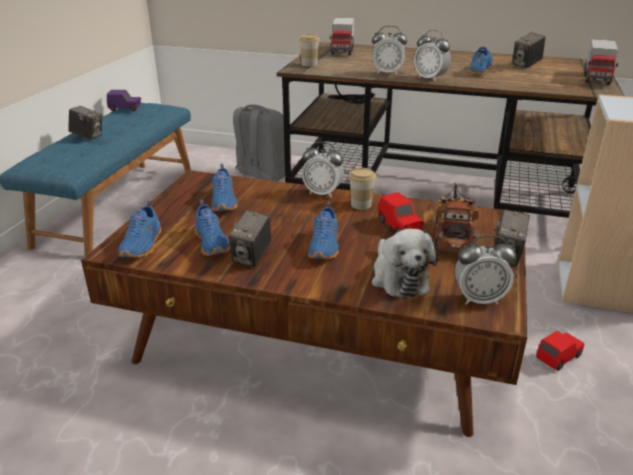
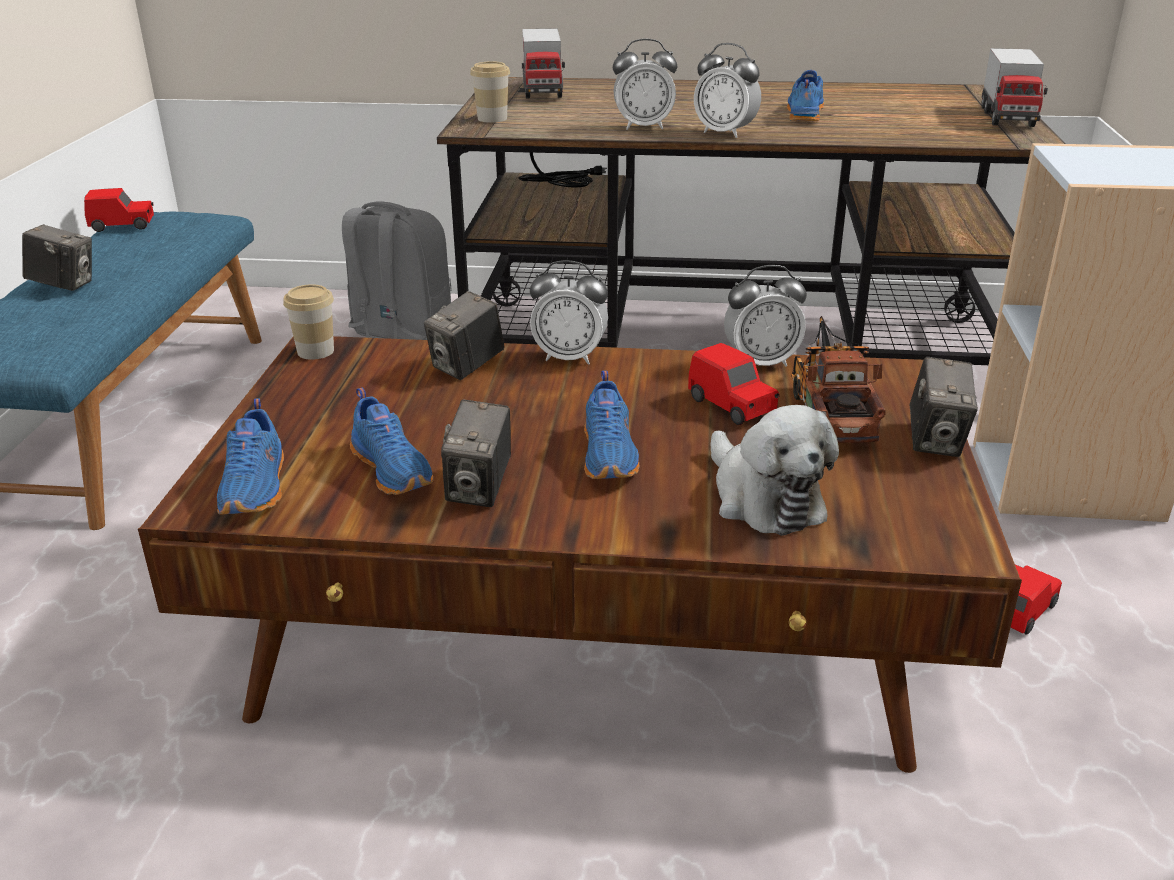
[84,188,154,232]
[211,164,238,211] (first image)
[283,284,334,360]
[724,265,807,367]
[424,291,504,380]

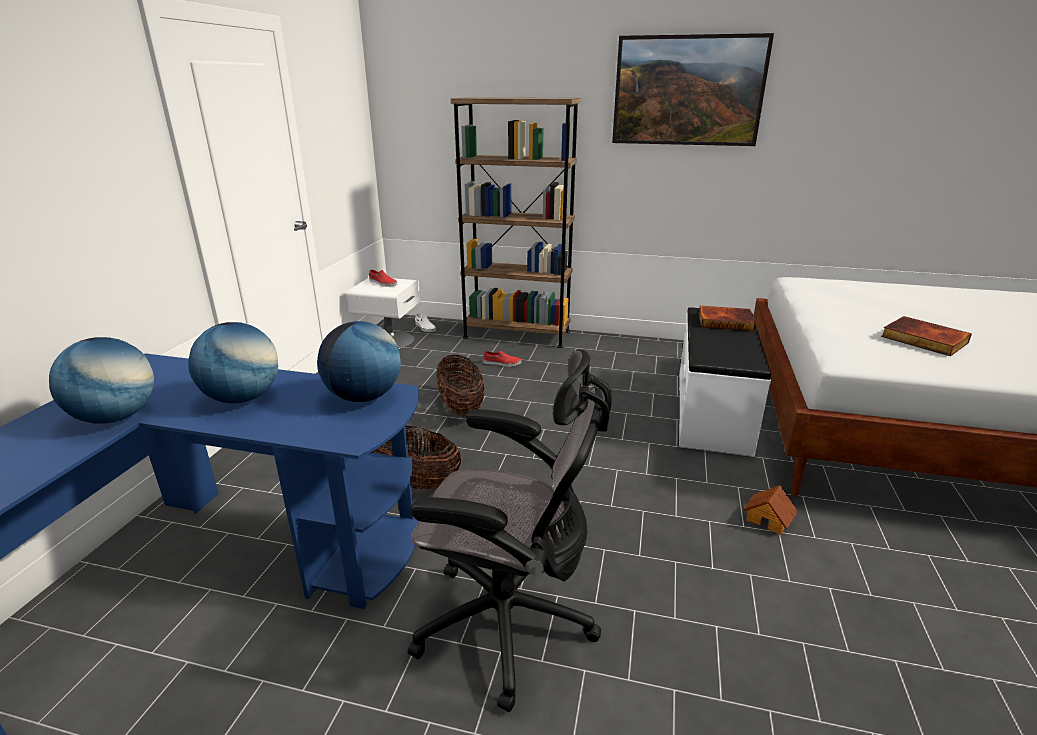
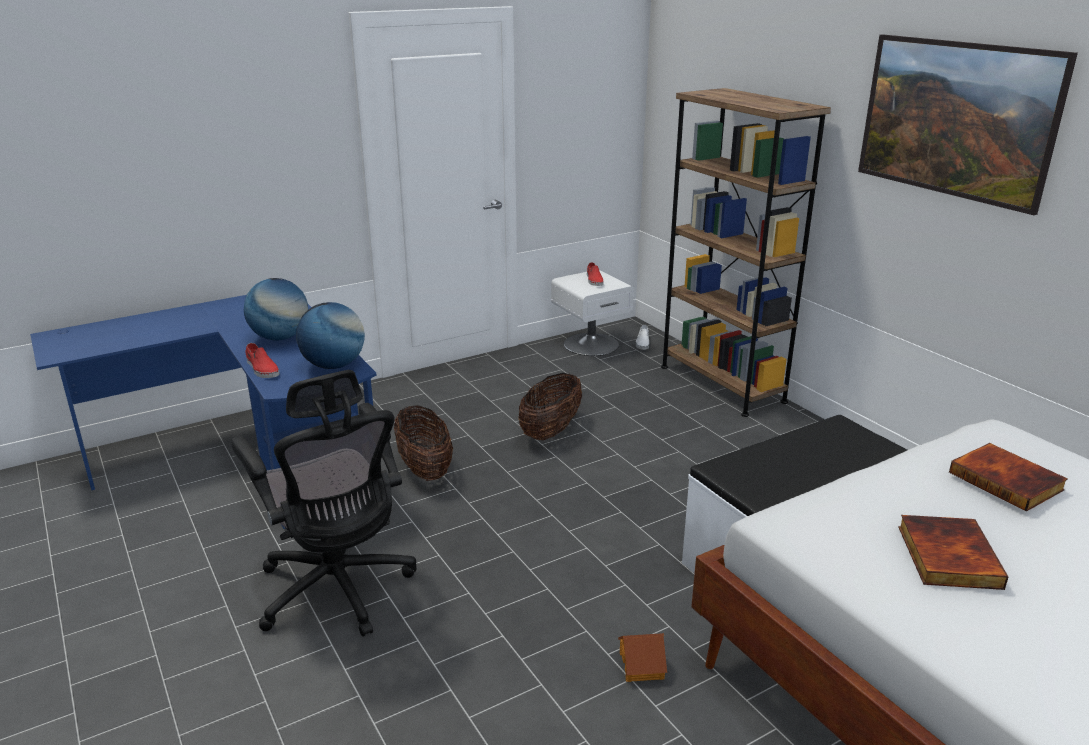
[49,337,154,423] (first image)
[245,343,280,378]
[949,443,1068,512]

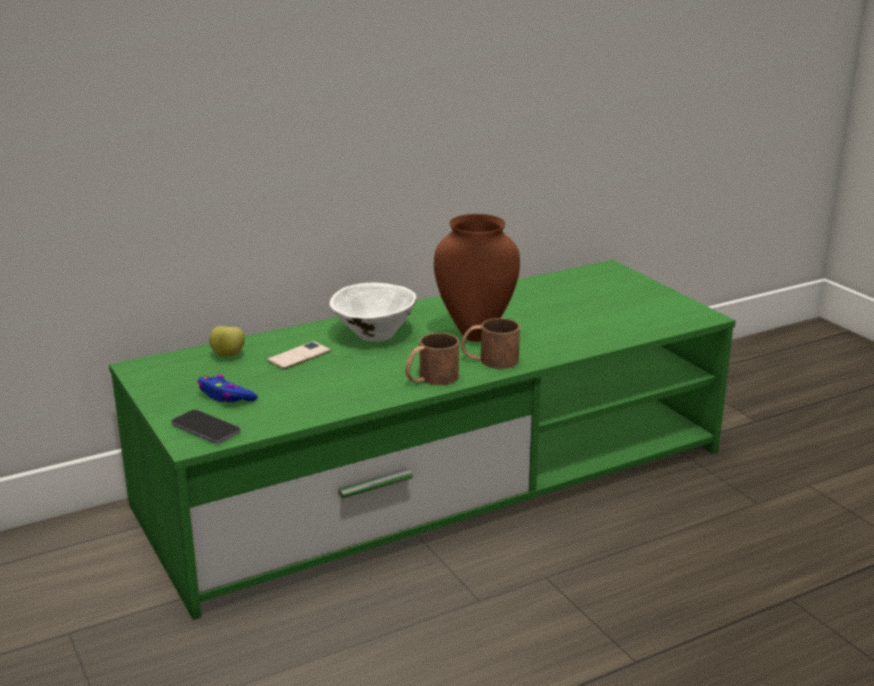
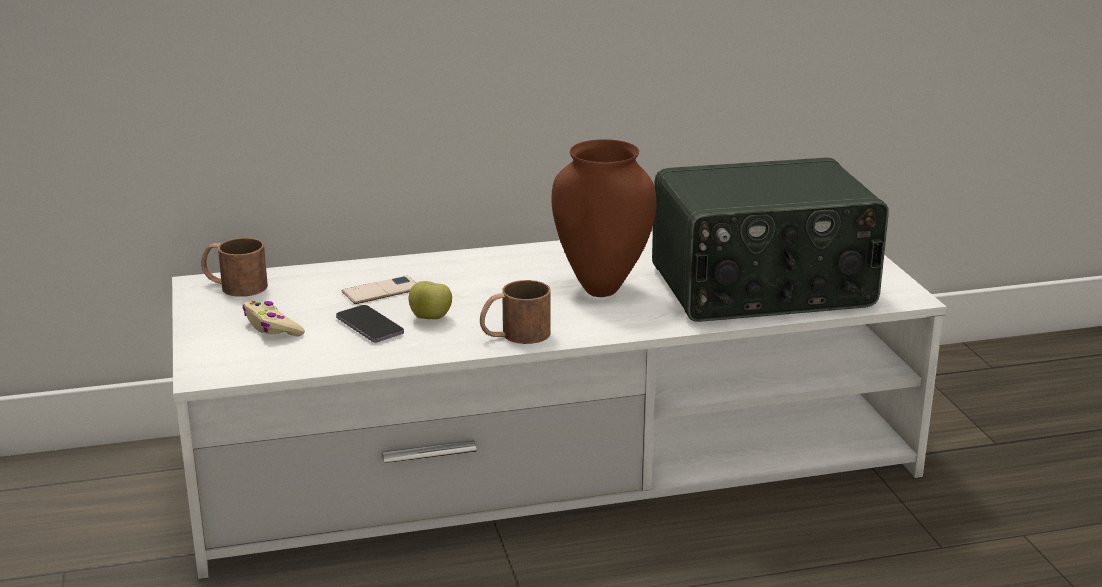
[172,232,947,579]
[336,305,404,342]
[243,301,305,337]
[409,281,452,319]
[329,282,417,342] (first image)
[201,238,268,297]
[652,158,889,322]

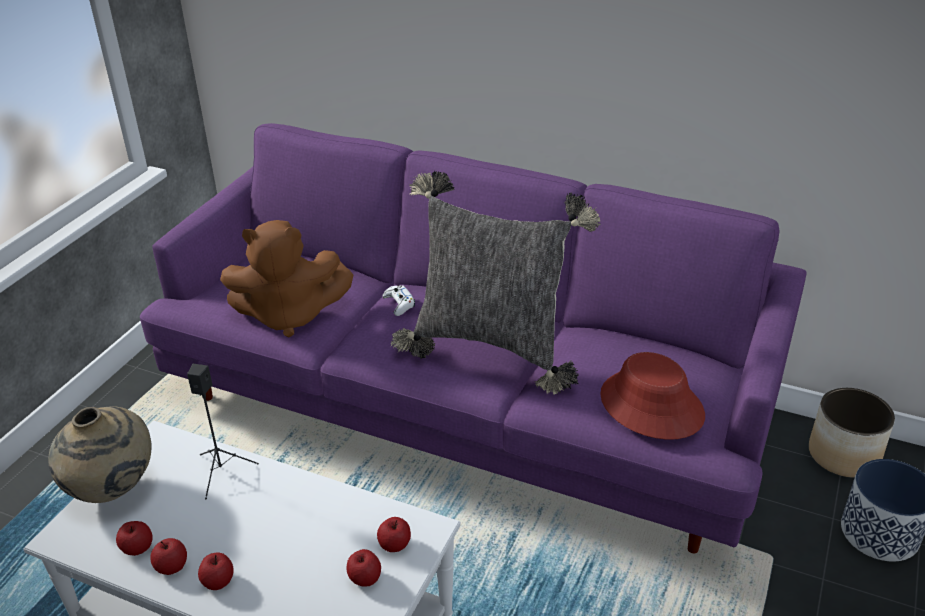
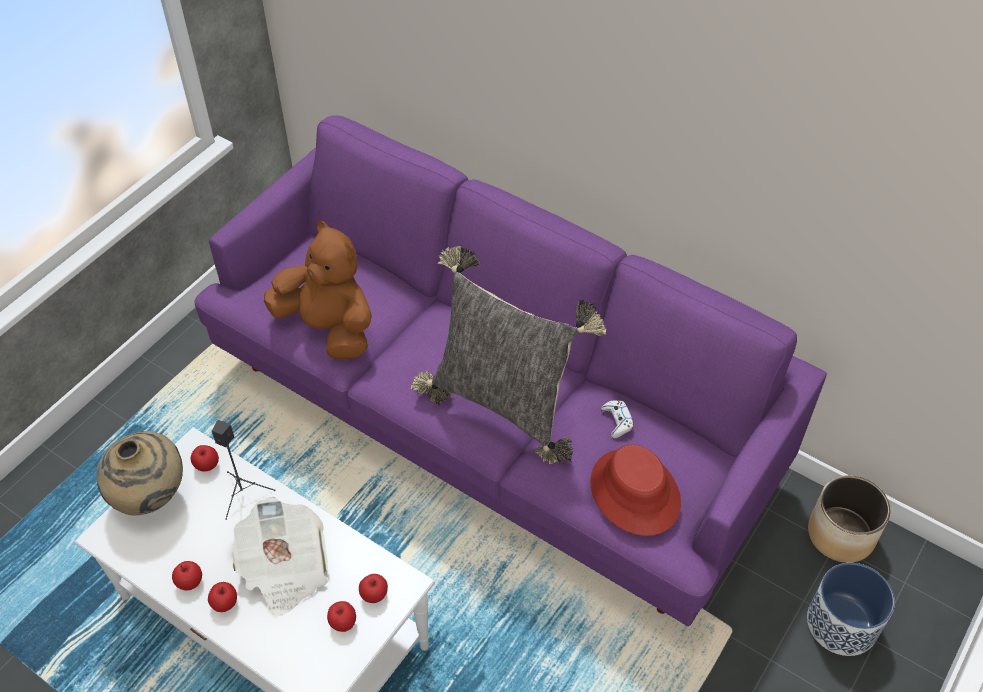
[191,445,219,472]
[264,221,372,360]
[601,401,634,438]
[232,497,328,616]

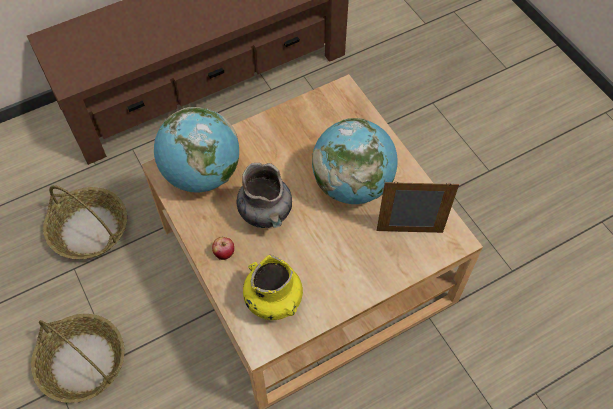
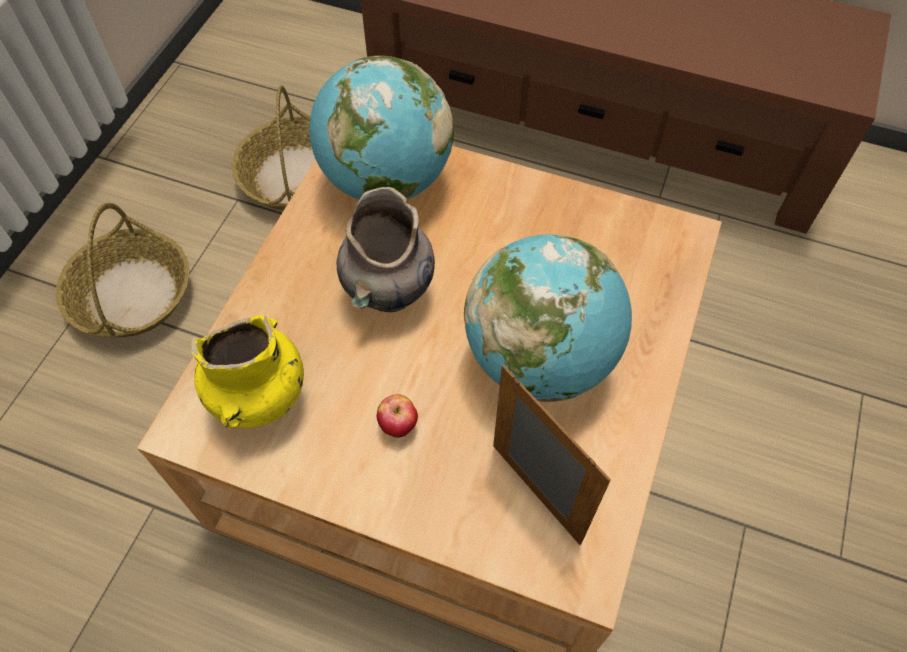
[377,394,418,438]

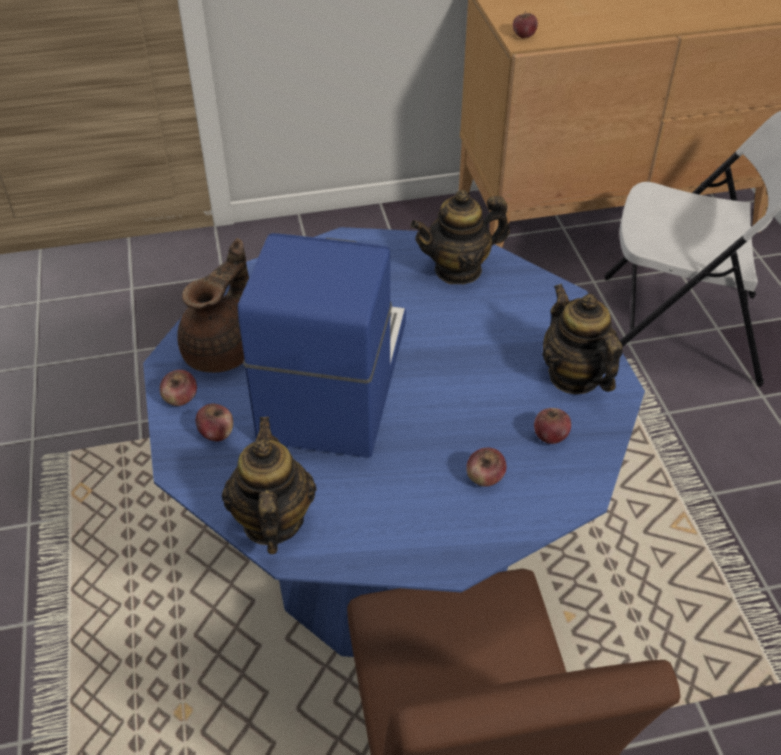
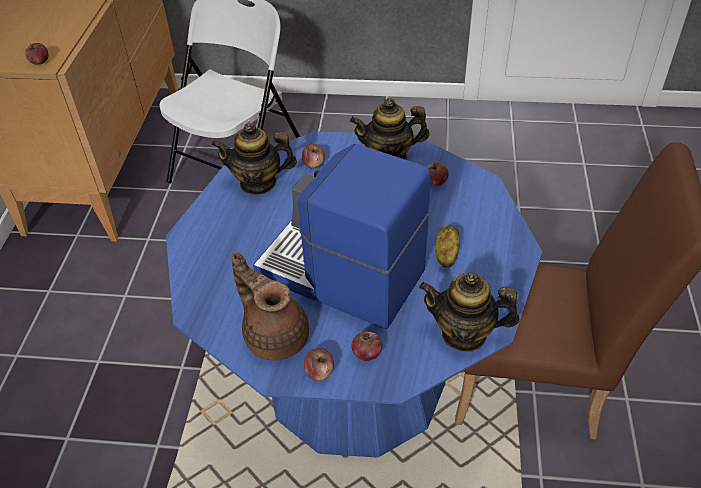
[211,123,297,195]
[302,144,325,168]
[435,226,460,268]

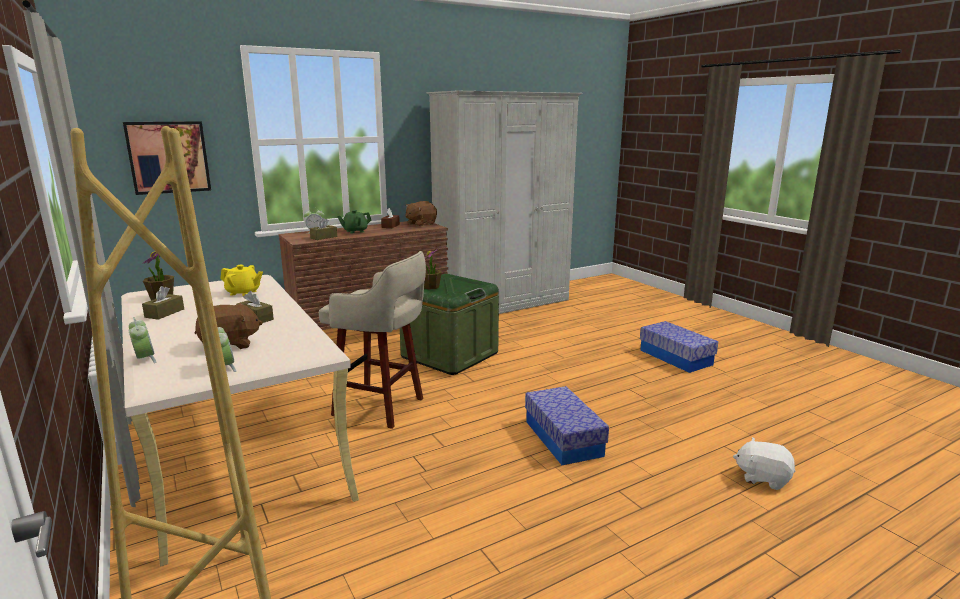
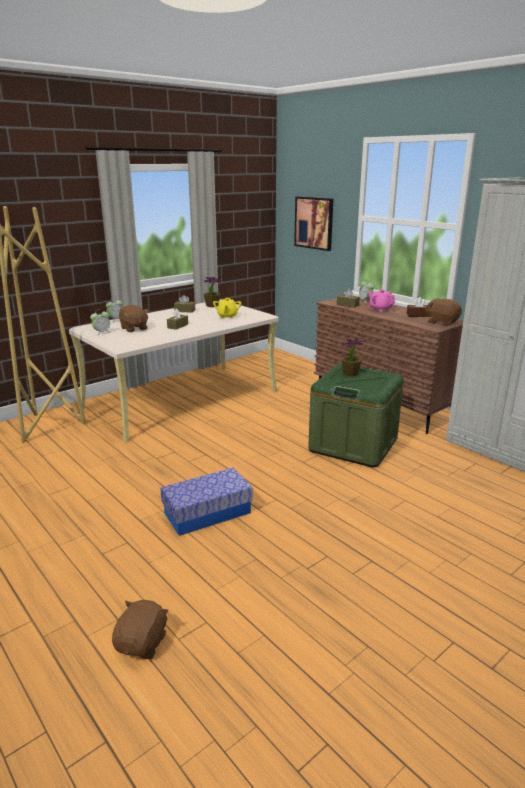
[319,251,426,429] (first image)
[368,289,395,312]
[640,321,718,373] (first image)
[112,600,168,659]

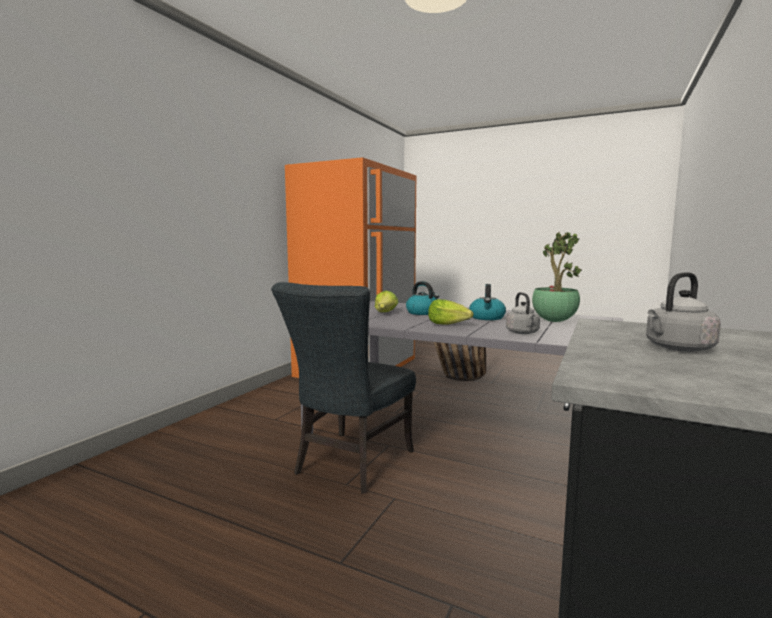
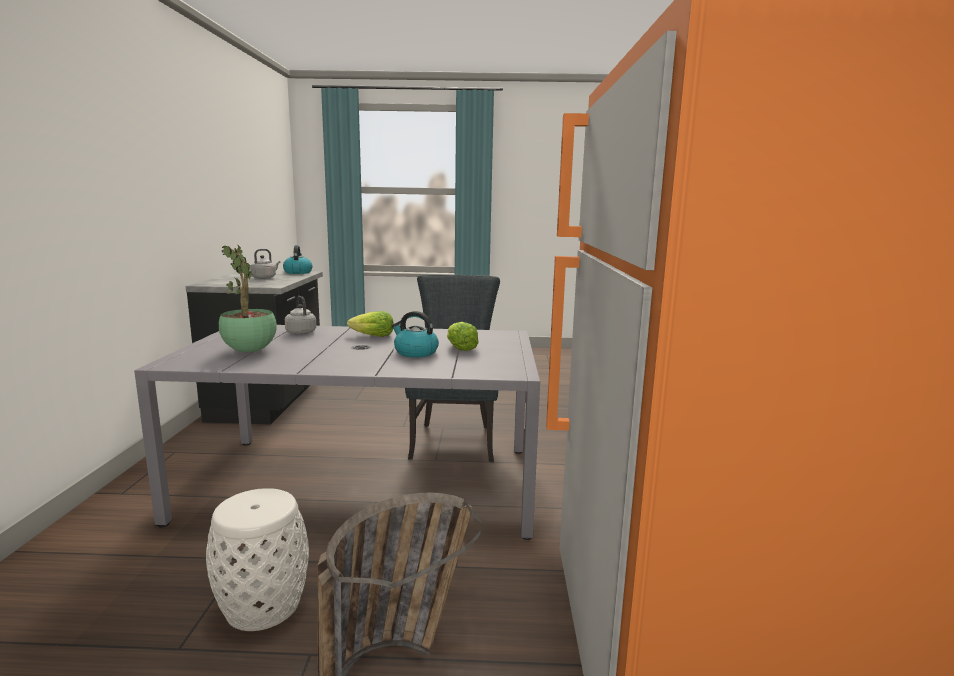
[283,245,313,274]
[206,488,309,631]

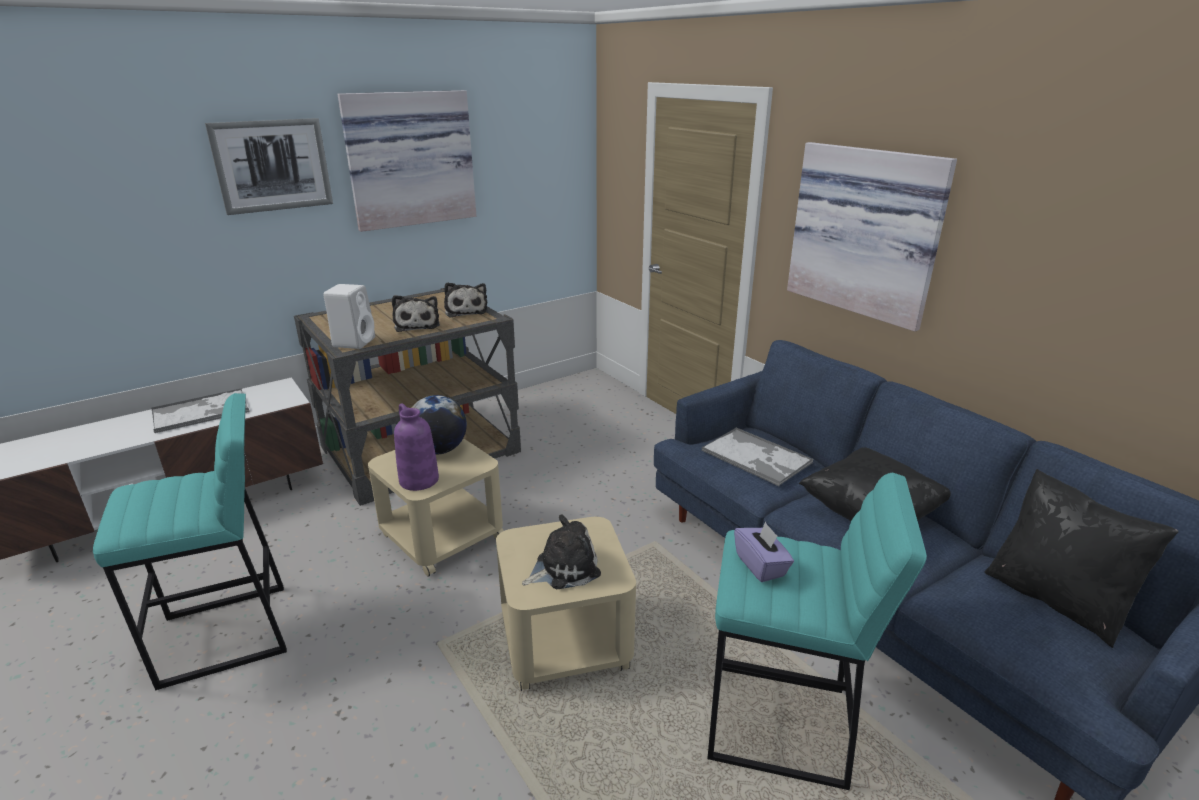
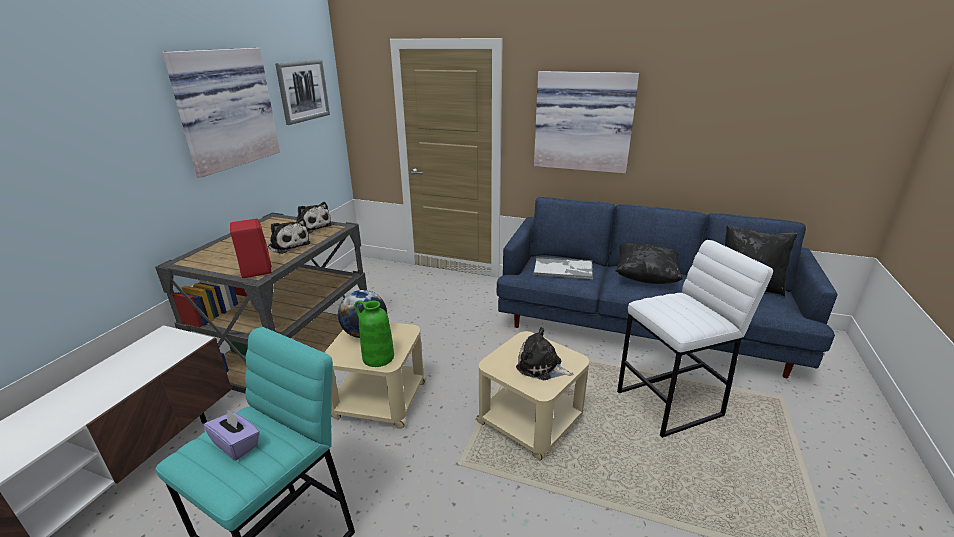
[151,388,249,433] (first image)
[275,60,330,125]
[230,219,272,278]
[355,300,394,367]
[516,327,574,380]
[617,240,773,438]
[203,409,260,460]

